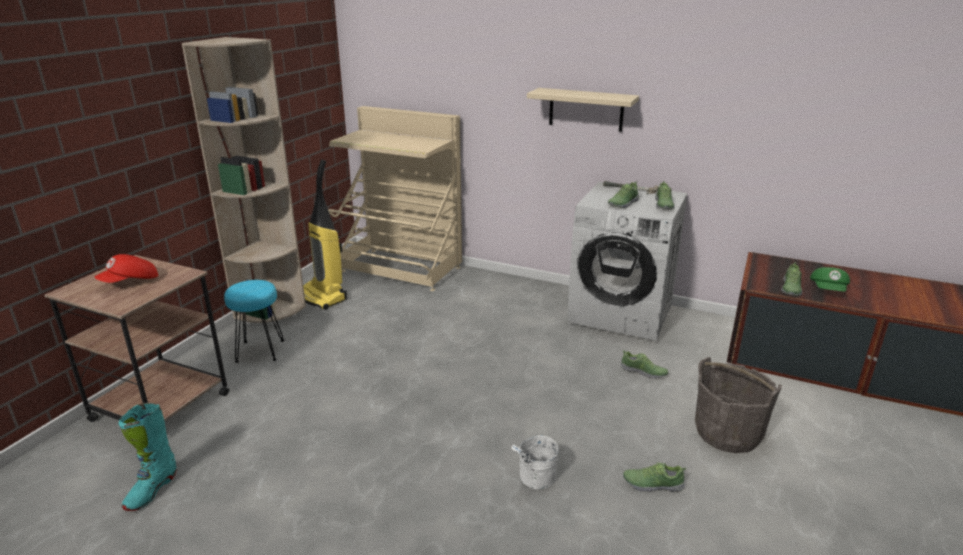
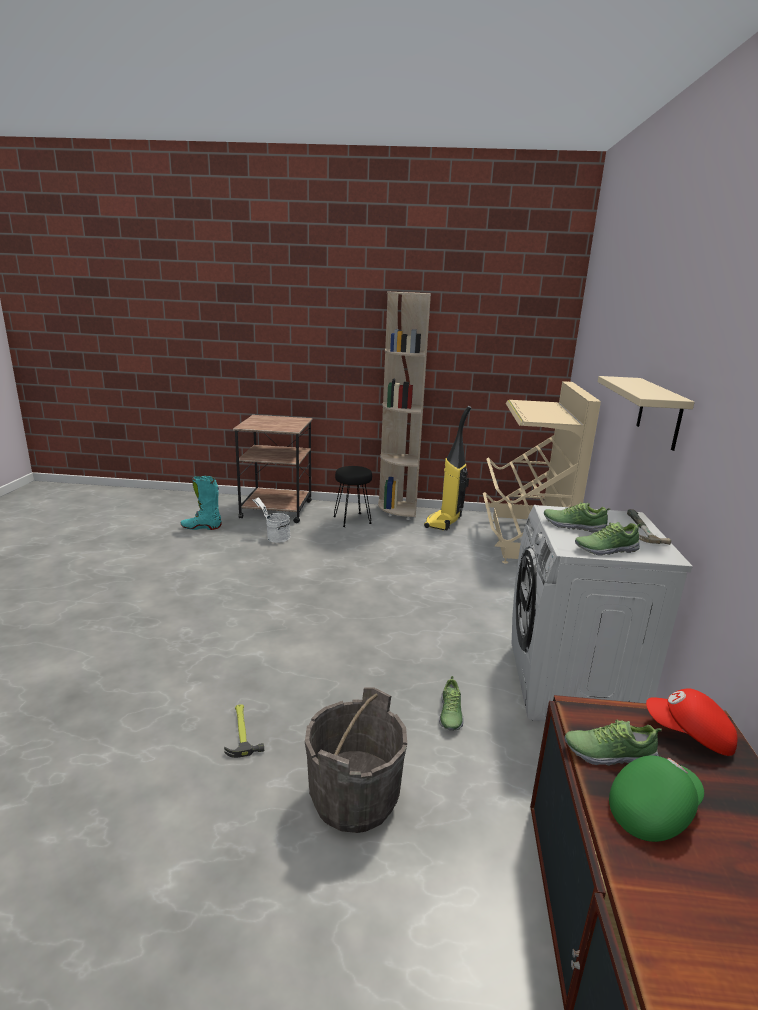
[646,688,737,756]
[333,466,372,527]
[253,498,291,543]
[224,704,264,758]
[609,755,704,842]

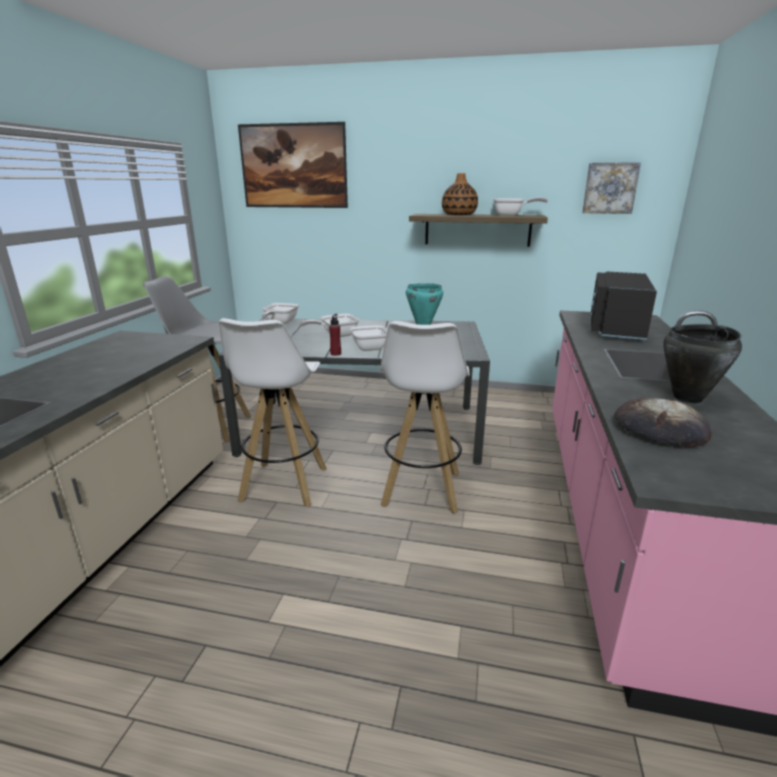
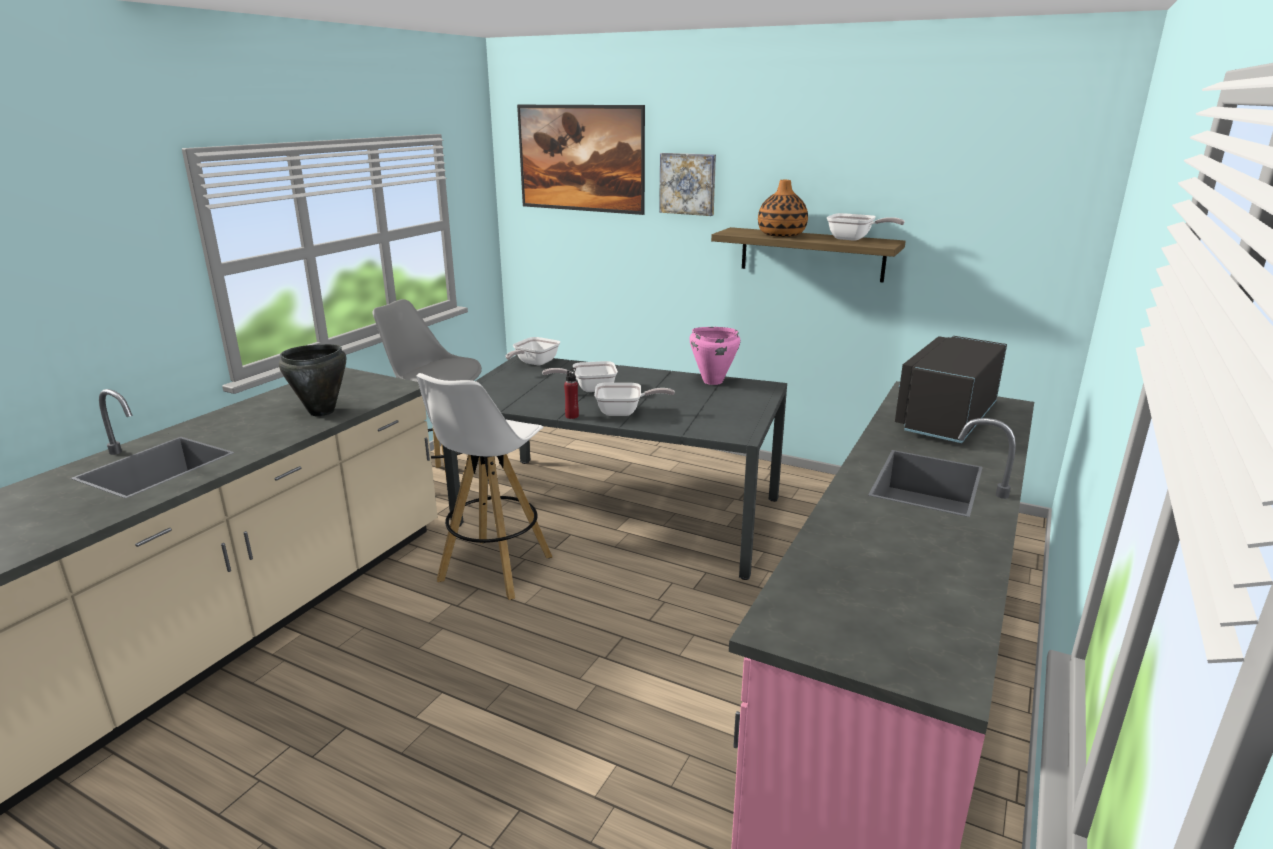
[380,321,469,514] (first image)
[689,327,740,385]
[659,153,716,216]
[615,398,712,447] (first image)
[279,344,346,416]

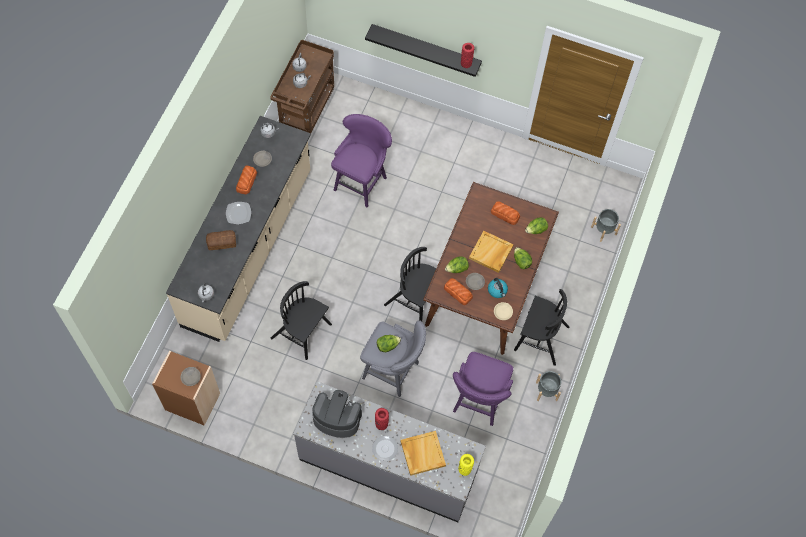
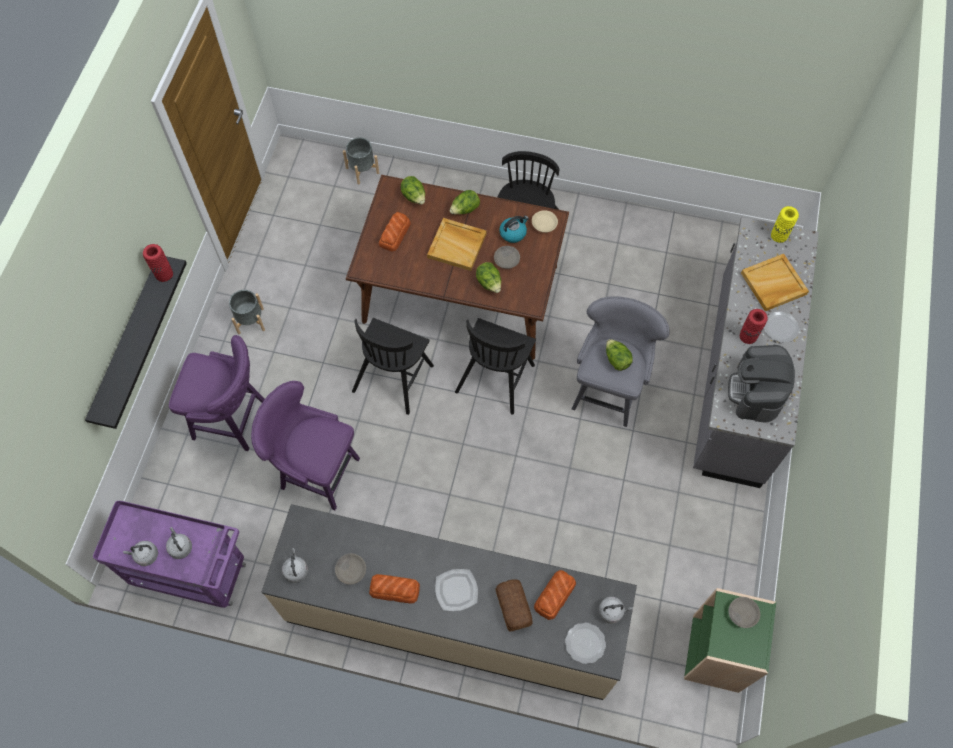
[684,588,776,693]
[93,501,246,608]
[352,318,434,415]
[534,570,576,620]
[169,335,265,451]
[229,290,265,334]
[565,623,606,664]

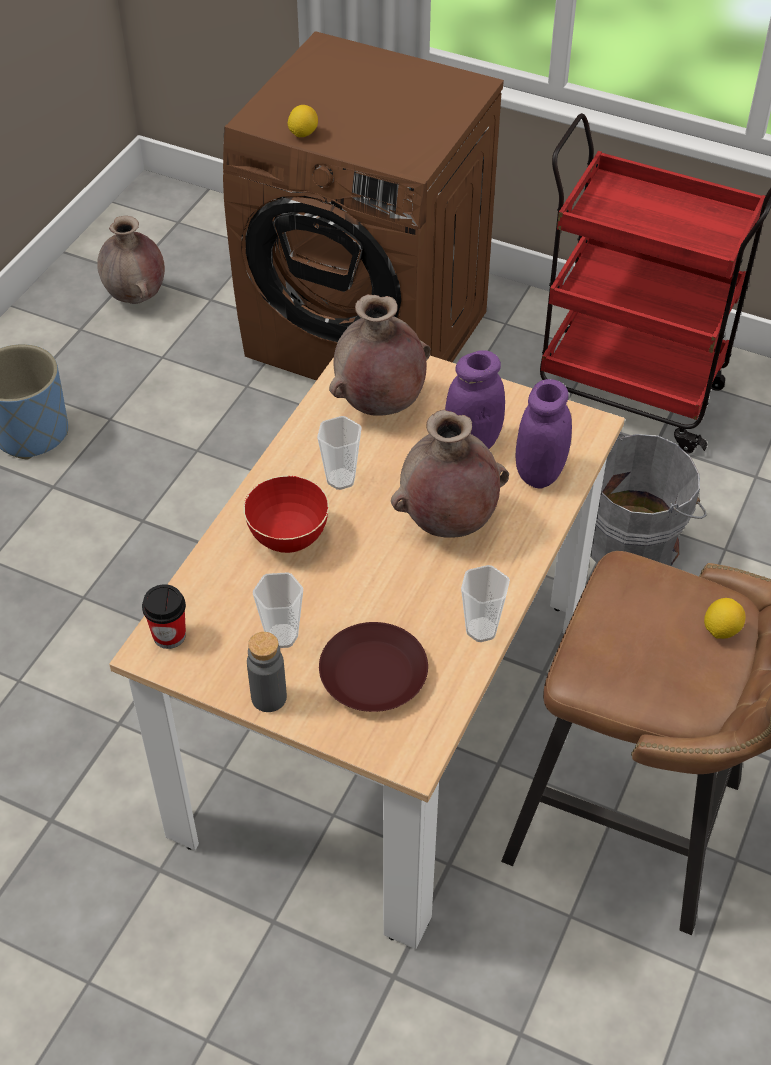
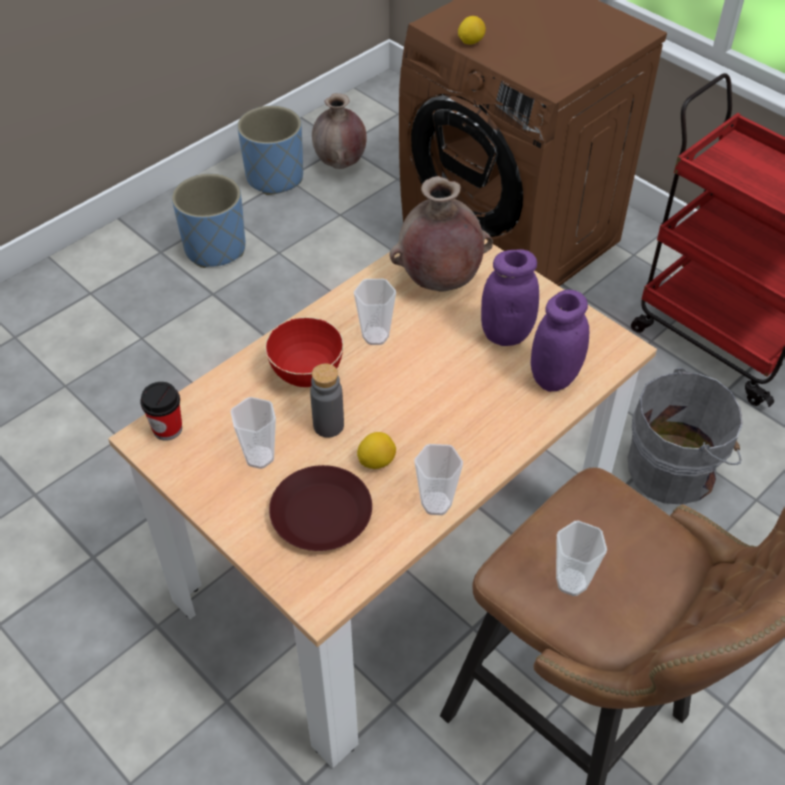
[310,363,344,438]
[391,410,509,538] (first image)
[357,432,396,469]
[237,106,303,195]
[556,520,607,596]

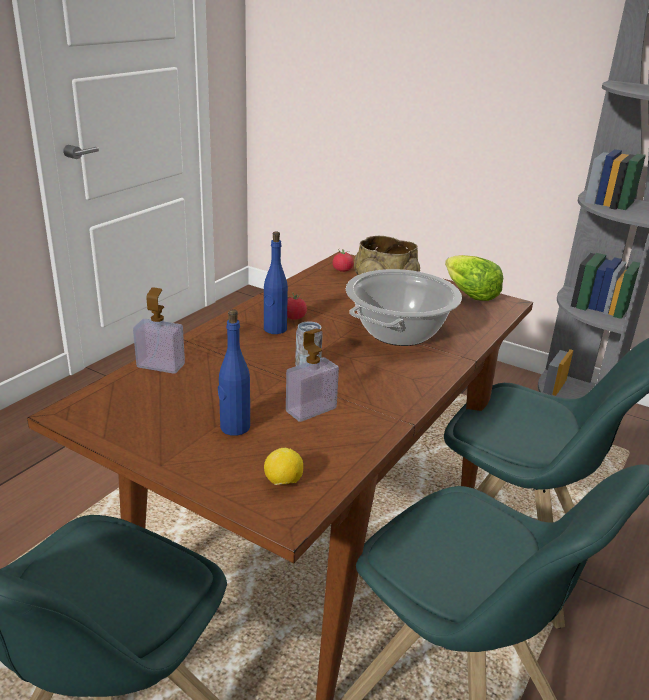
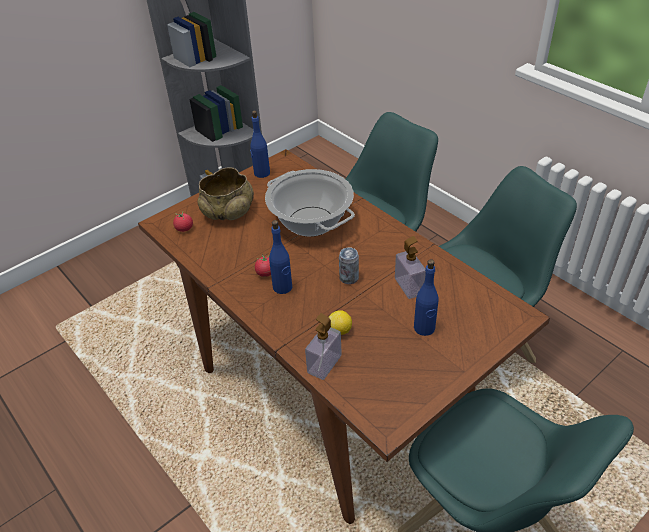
[329,310,352,335]
[250,111,270,178]

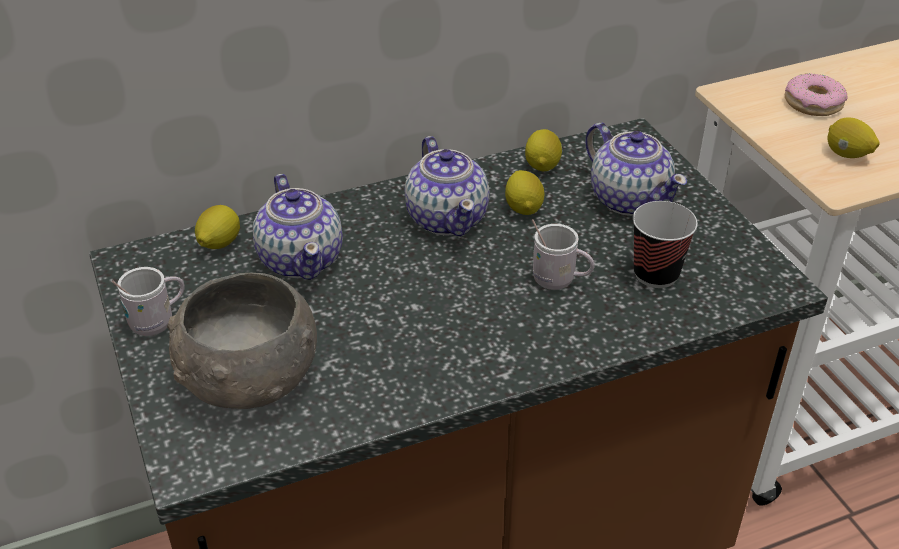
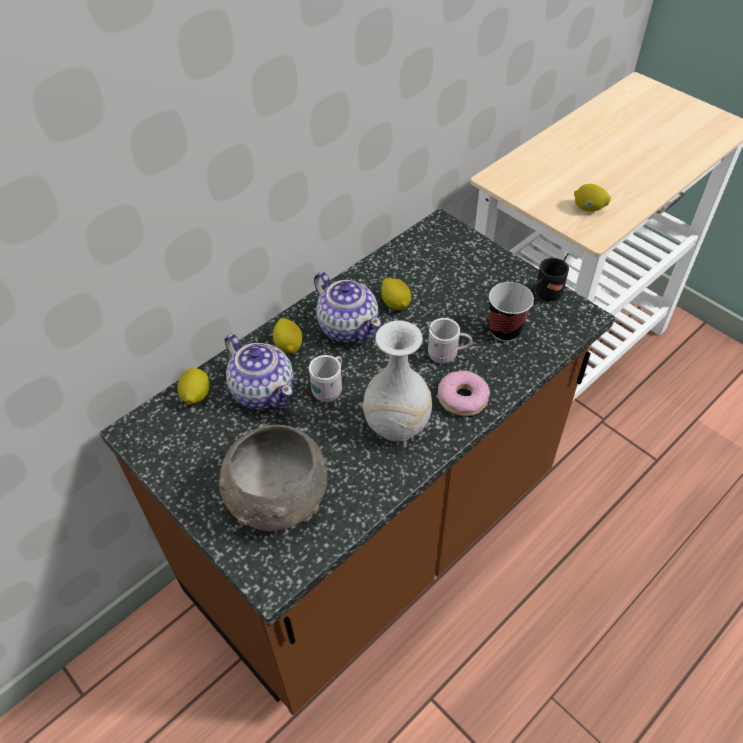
[309,355,342,402]
[273,318,302,354]
[585,123,687,216] (first image)
[438,370,490,416]
[363,320,432,442]
[531,253,569,301]

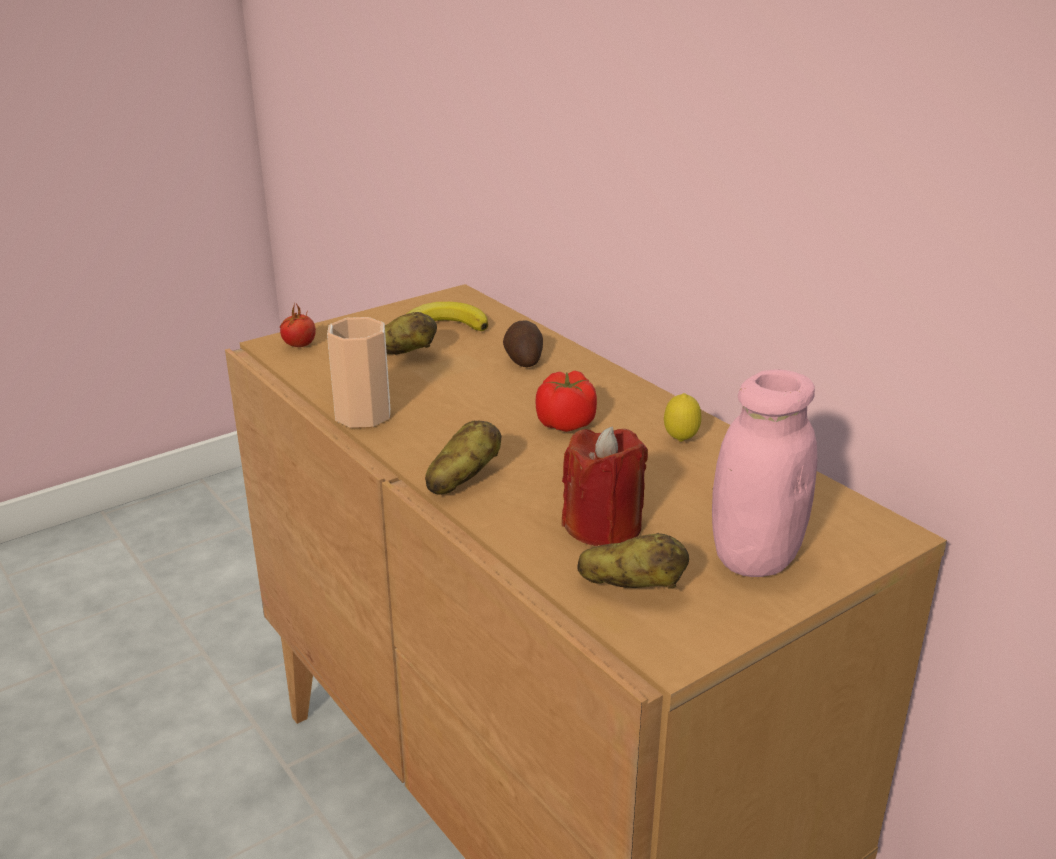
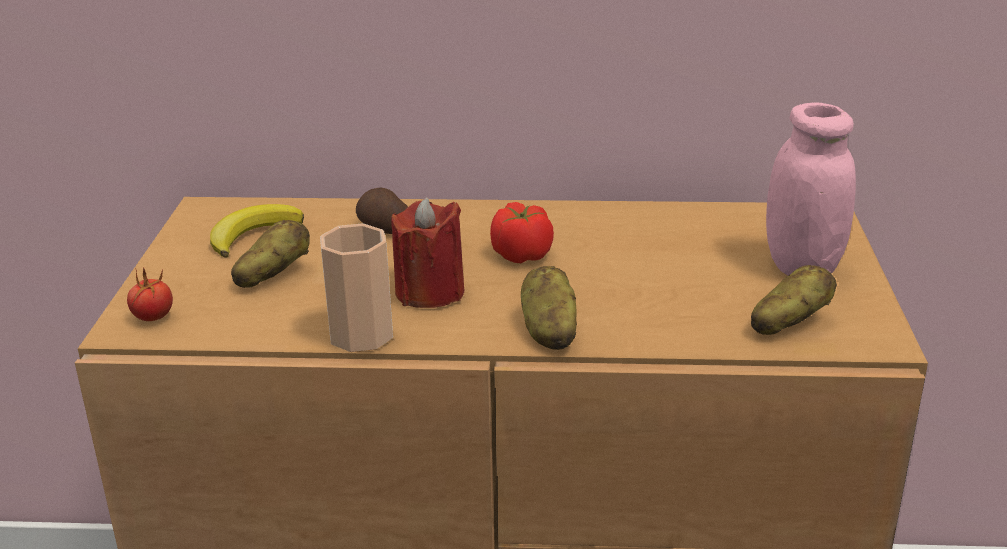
[391,197,464,308]
[664,393,701,442] (first image)

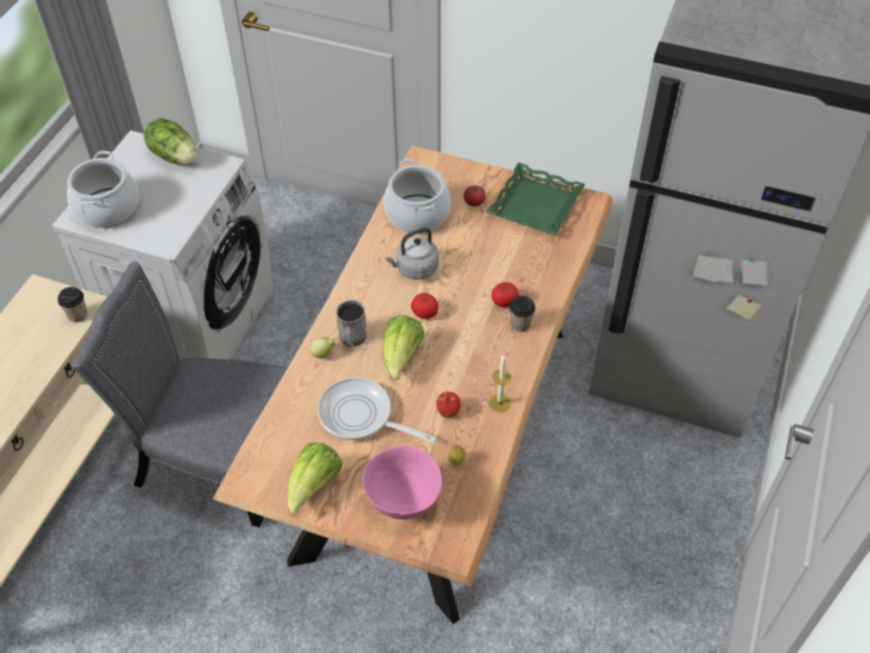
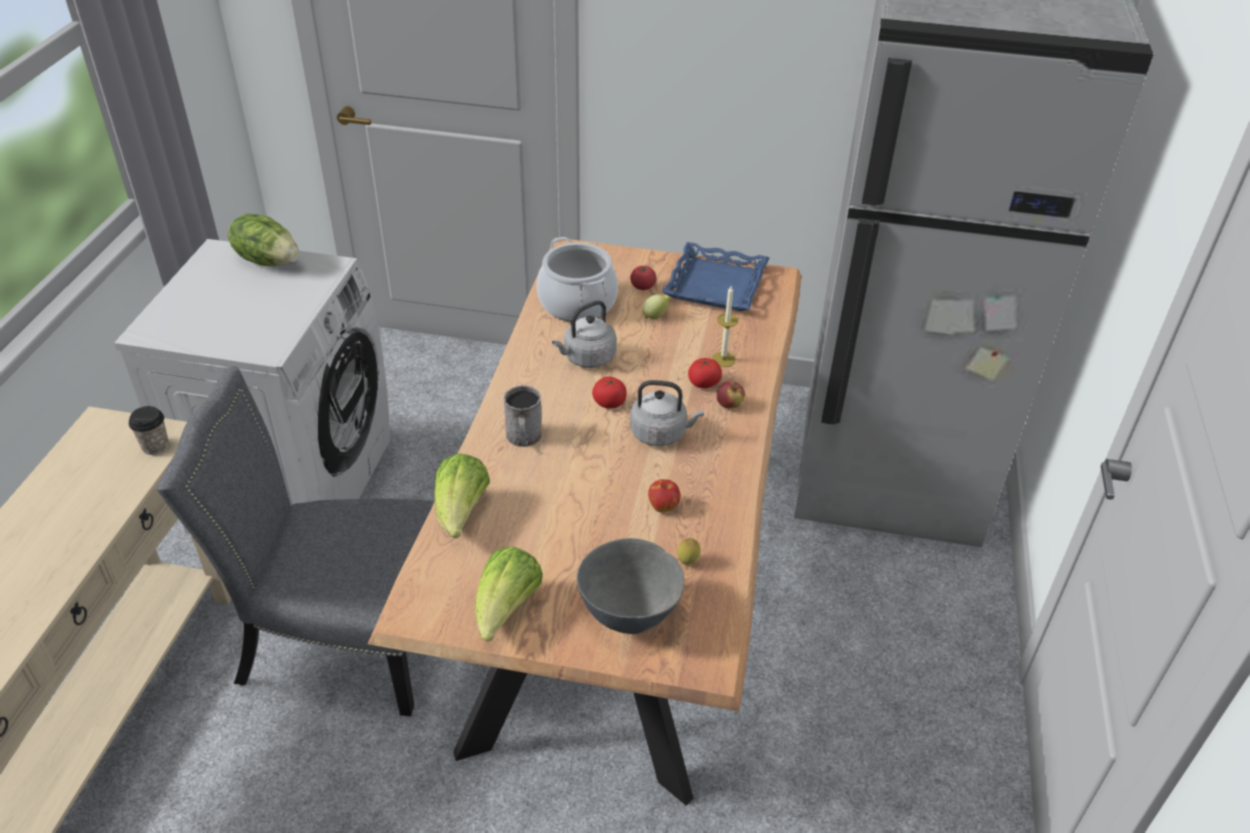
[67,151,139,228] (first image)
[643,294,671,319]
[317,377,437,443] (first image)
[577,538,684,634]
[435,453,490,538]
[662,242,770,311]
[712,286,738,367]
[717,381,745,409]
[630,380,704,446]

